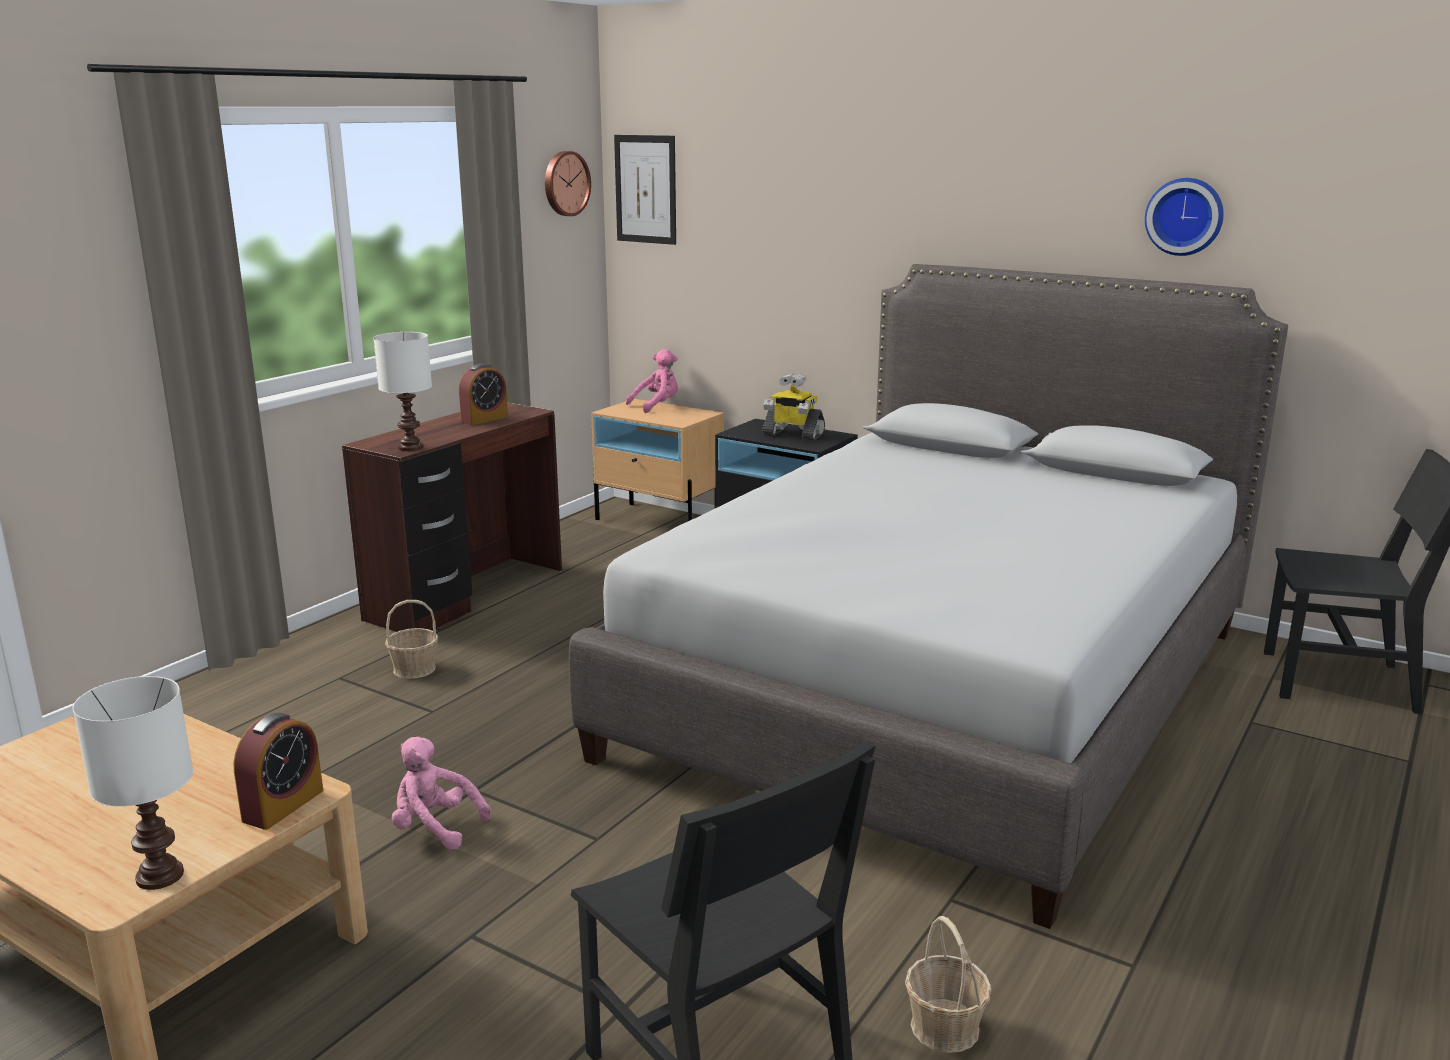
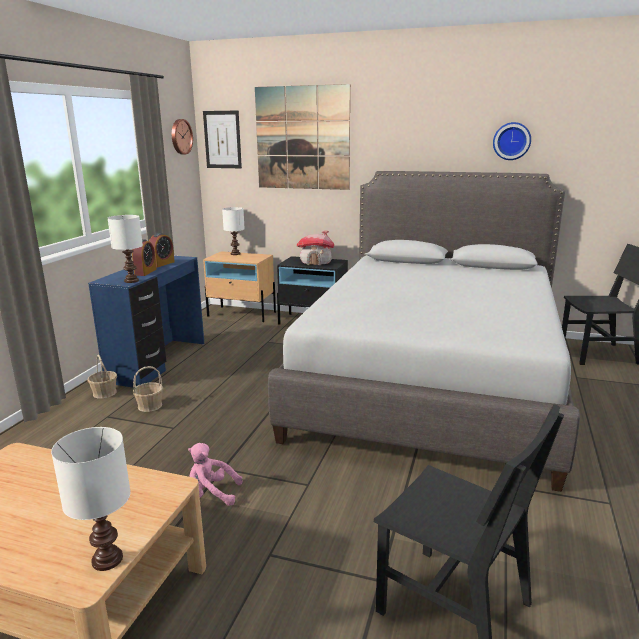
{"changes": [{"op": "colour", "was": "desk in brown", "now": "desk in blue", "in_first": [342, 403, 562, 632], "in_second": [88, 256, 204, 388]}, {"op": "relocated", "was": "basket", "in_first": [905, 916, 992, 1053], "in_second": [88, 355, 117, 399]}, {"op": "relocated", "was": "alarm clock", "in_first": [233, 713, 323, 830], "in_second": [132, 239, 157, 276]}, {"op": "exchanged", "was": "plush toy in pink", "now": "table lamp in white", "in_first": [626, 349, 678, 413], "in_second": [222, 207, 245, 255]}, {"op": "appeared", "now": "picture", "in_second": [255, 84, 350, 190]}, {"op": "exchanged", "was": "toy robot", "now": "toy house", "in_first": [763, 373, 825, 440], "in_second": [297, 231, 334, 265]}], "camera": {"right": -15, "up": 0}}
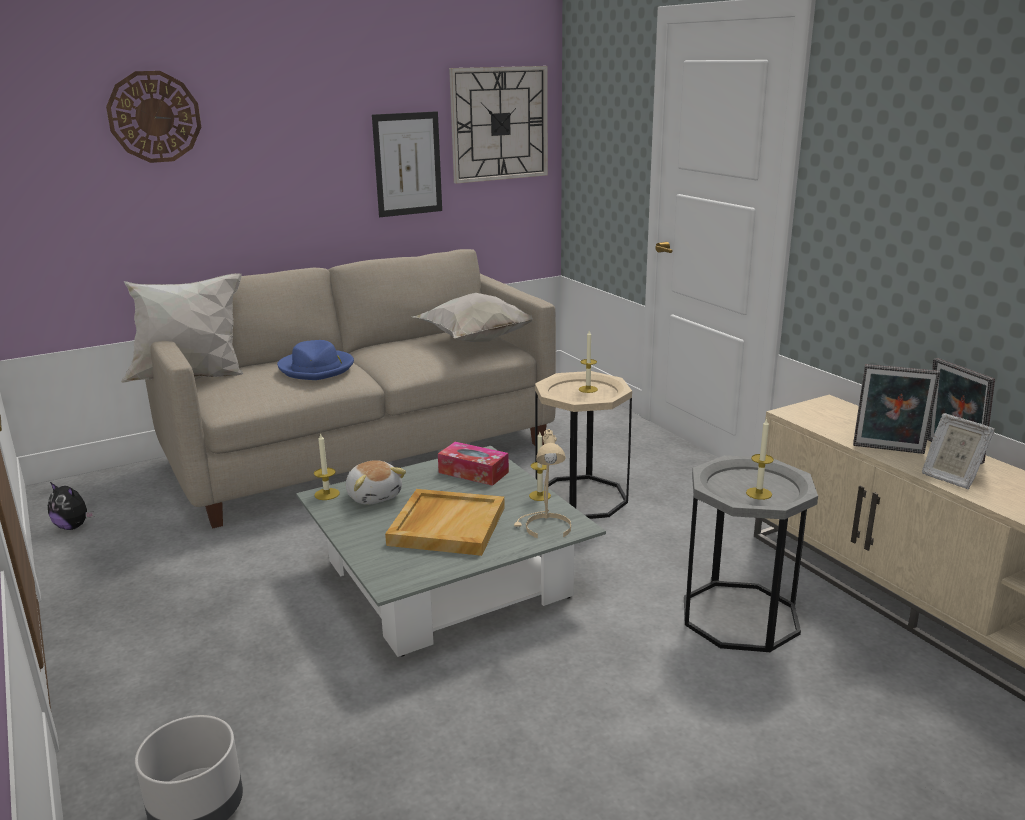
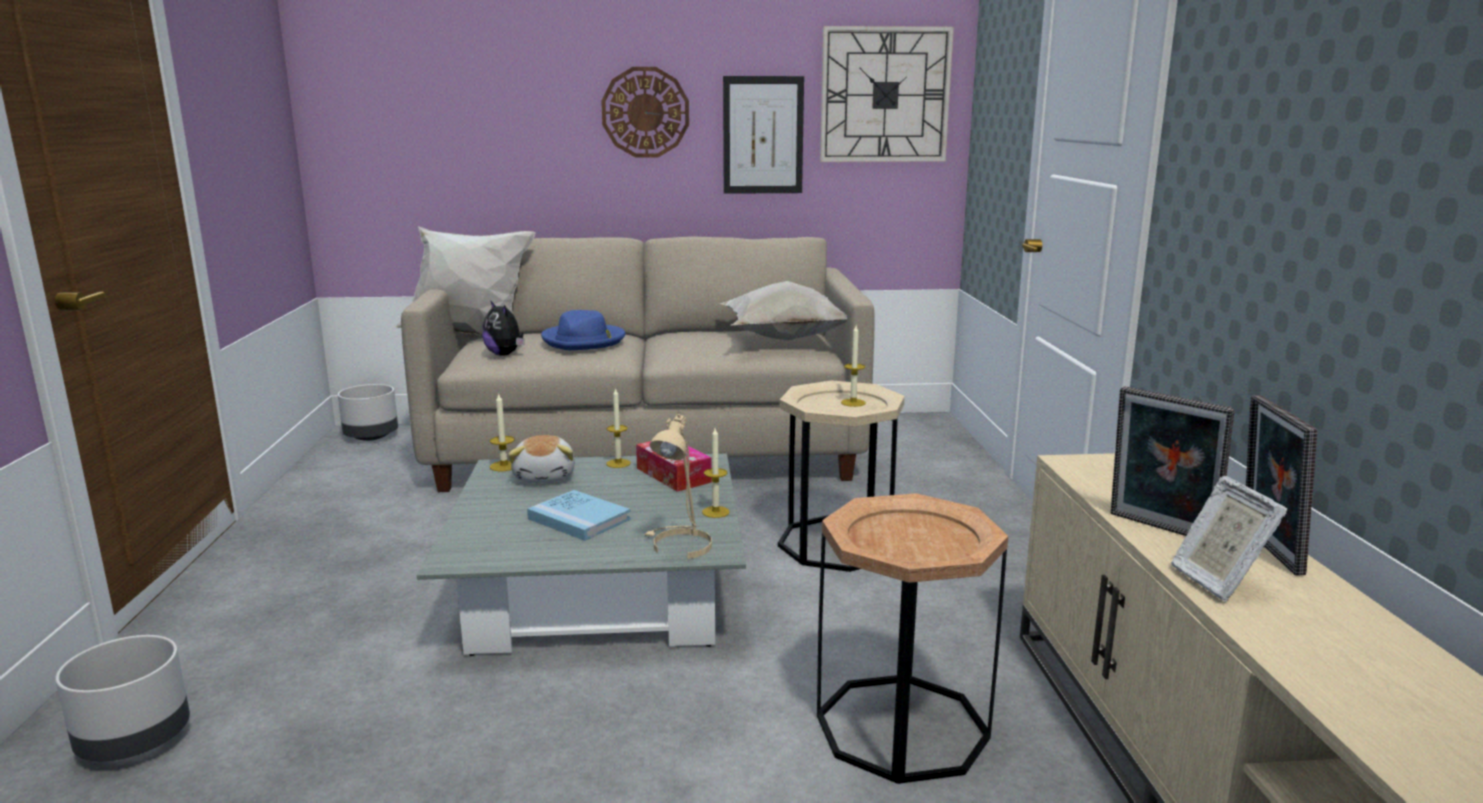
{"changes": [{"op": "appeared", "now": "planter in grey", "in_second": [338, 384, 398, 441]}, {"op": "relocated", "was": "plush toy", "in_first": [48, 482, 94, 530], "in_second": [482, 300, 524, 356]}, {"op": "exchanged", "was": "tray in beige", "now": "book in blue", "in_first": [385, 489, 505, 556], "in_second": [527, 490, 631, 541]}, {"op": "relocated", "was": "wall clock", "in_first": [106, 71, 201, 163], "in_second": [601, 67, 689, 158]}, {"op": "relocated", "was": "candle", "in_first": [746, 418, 774, 500], "in_second": [606, 388, 631, 468]}, {"op": "colour", "was": "side table in grey", "now": "side table in brown", "in_first": [684, 455, 818, 652], "in_second": [817, 493, 1008, 784]}], "camera": {"right": 25, "up": -5}}
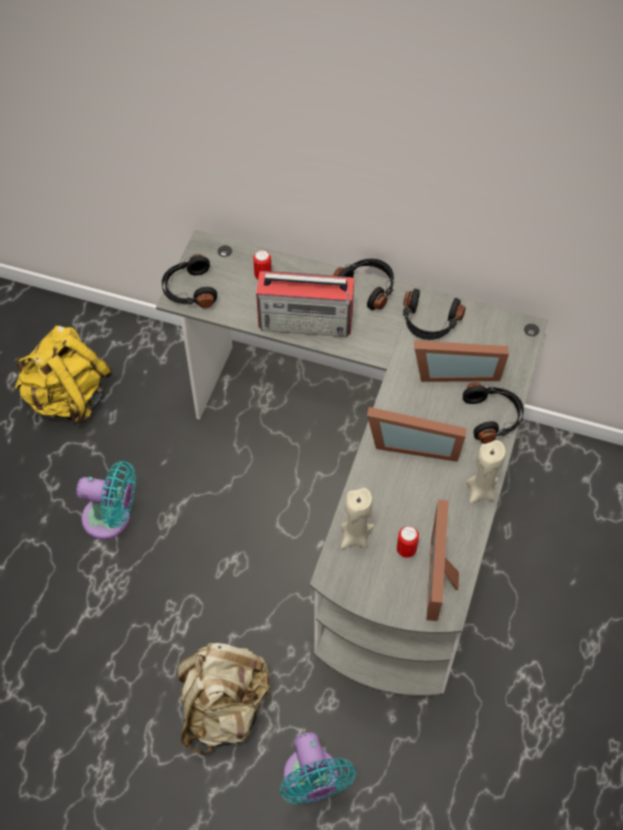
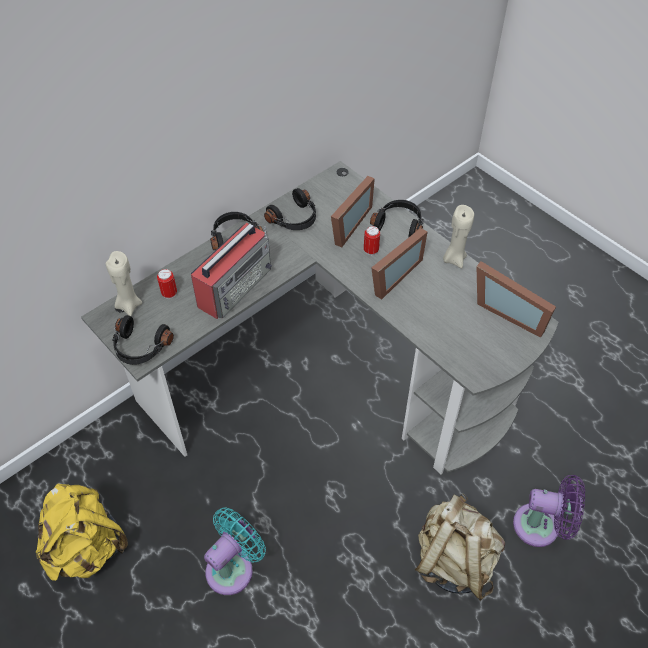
{"changes": [{"op": "relocated", "was": "candle in beige", "in_first": [341, 488, 374, 549], "in_second": [106, 251, 142, 316]}, {"op": "relocated", "was": "can", "in_first": [397, 526, 419, 558], "in_second": [364, 226, 380, 255]}, {"op": "colour", "was": "fan in turquoise", "now": "fan in purple", "in_first": [280, 732, 356, 804], "in_second": [513, 475, 585, 547]}], "camera": {"right": -60, "up": -5}}
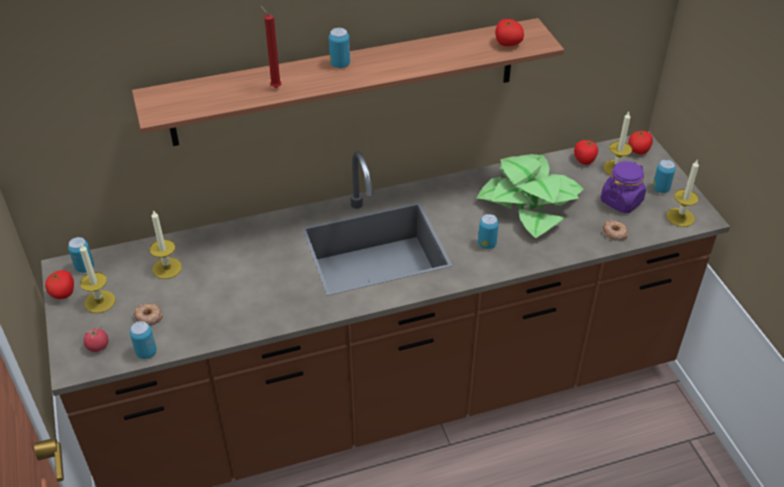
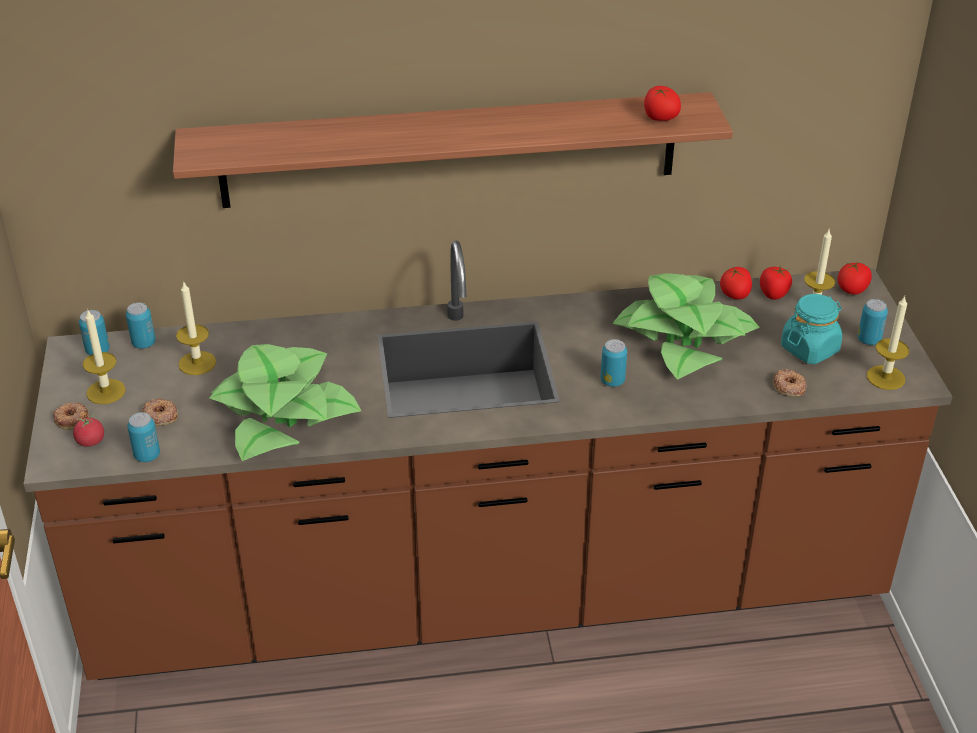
{"changes": [{"op": "appeared", "now": "donut", "in_second": [53, 402, 89, 430]}, {"op": "relocated", "was": "can", "in_first": [329, 28, 350, 68], "in_second": [126, 303, 156, 349]}, {"op": "appeared", "now": "potted plant", "in_second": [209, 344, 361, 461]}, {"op": "relocated", "was": "tomato", "in_first": [45, 270, 74, 299], "in_second": [720, 267, 752, 299]}, {"op": "colour", "was": "jar in purple", "now": "jar in turquoise", "in_first": [601, 161, 646, 213], "in_second": [781, 294, 842, 364]}, {"op": "missing", "was": "candle in red", "in_first": [260, 6, 281, 88]}], "camera": {"right": 10, "up": -5}}
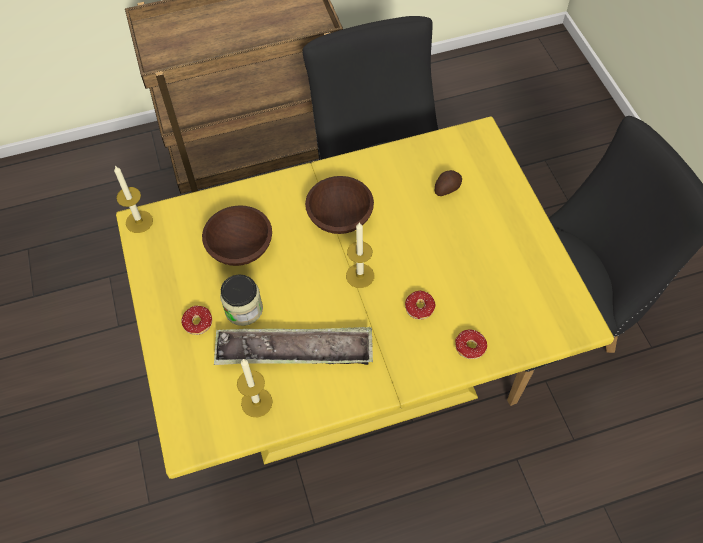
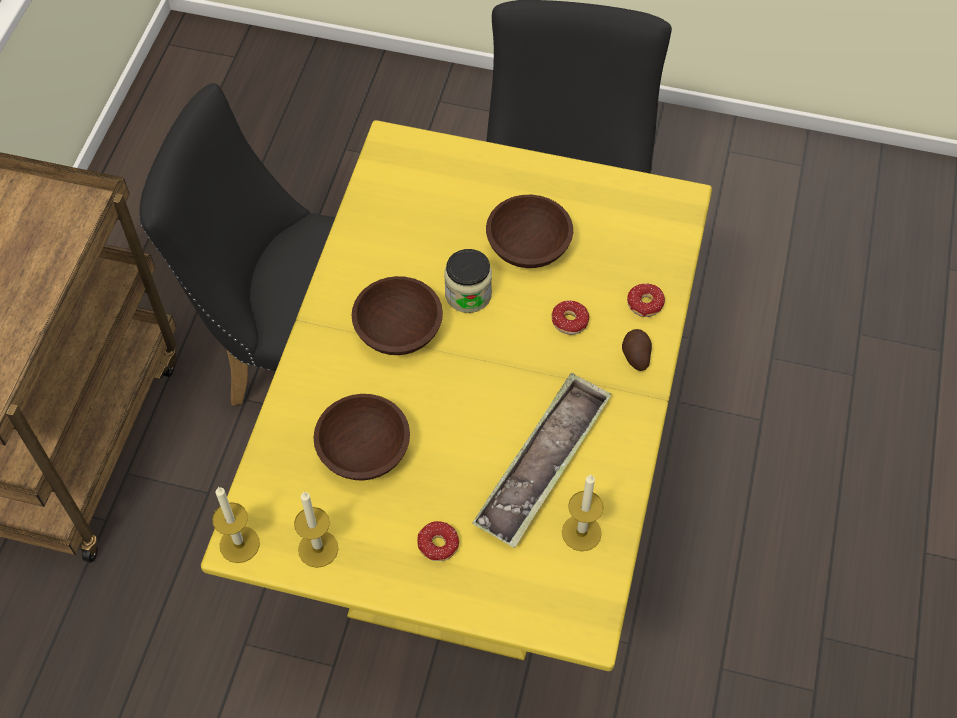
{"changes": [{"op": "relocated", "was": "candle", "in_first": [346, 222, 374, 288], "in_second": [294, 492, 338, 568]}, {"op": "relocated", "was": "jar", "in_first": [220, 274, 263, 326], "in_second": [444, 249, 492, 313]}, {"op": "appeared", "now": "bowl in brown", "in_second": [486, 195, 573, 268]}, {"op": "relocated", "was": "potato", "in_first": [435, 170, 462, 196], "in_second": [622, 329, 652, 371]}], "camera": {"right": -60, "up": 0}}
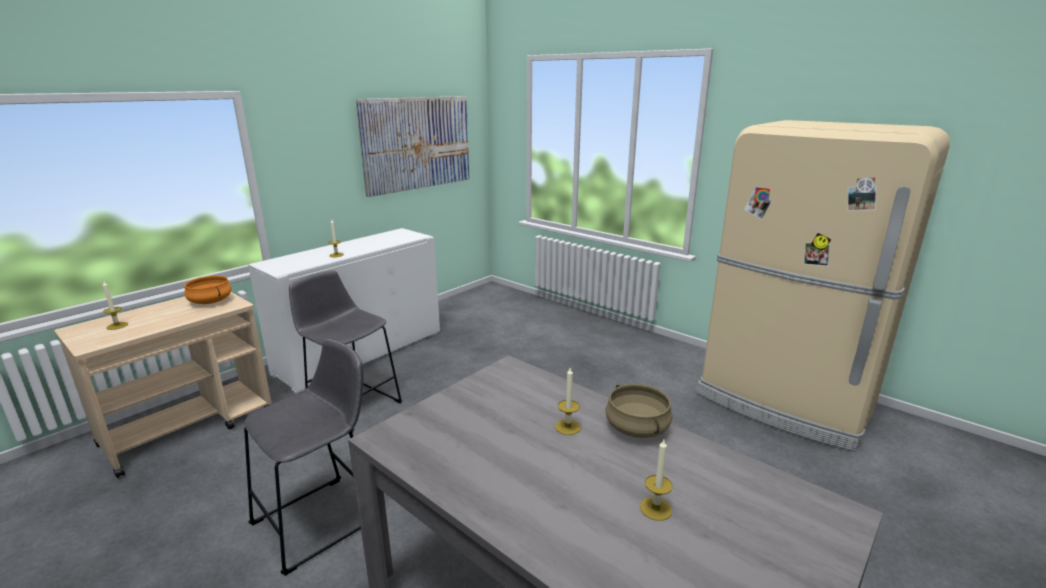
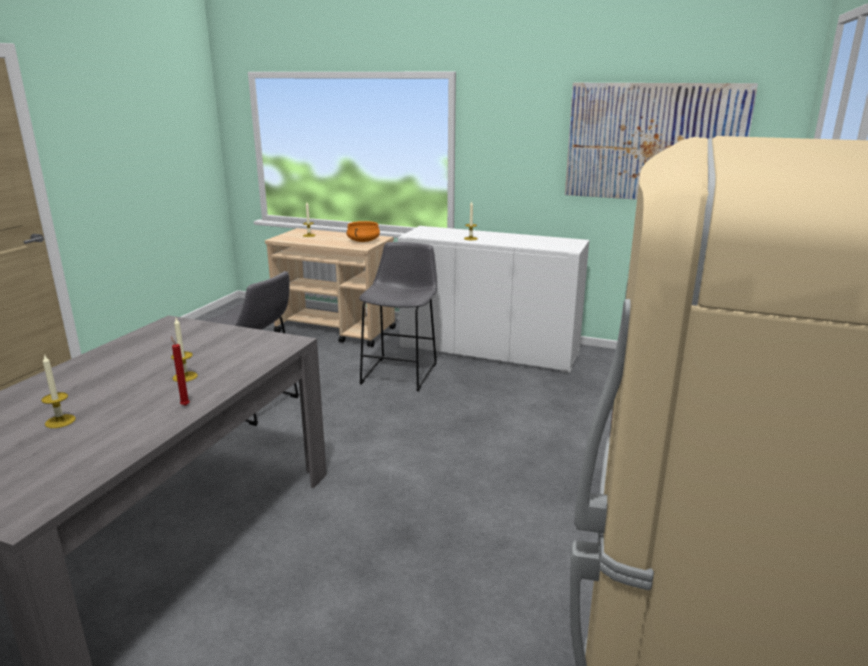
{"changes": [{"op": "exchanged", "was": "cooking pot in beige", "now": "candle in red", "in_first": [605, 384, 672, 438], "in_second": [171, 337, 190, 406]}], "camera": {"right": 70, "up": 0}}
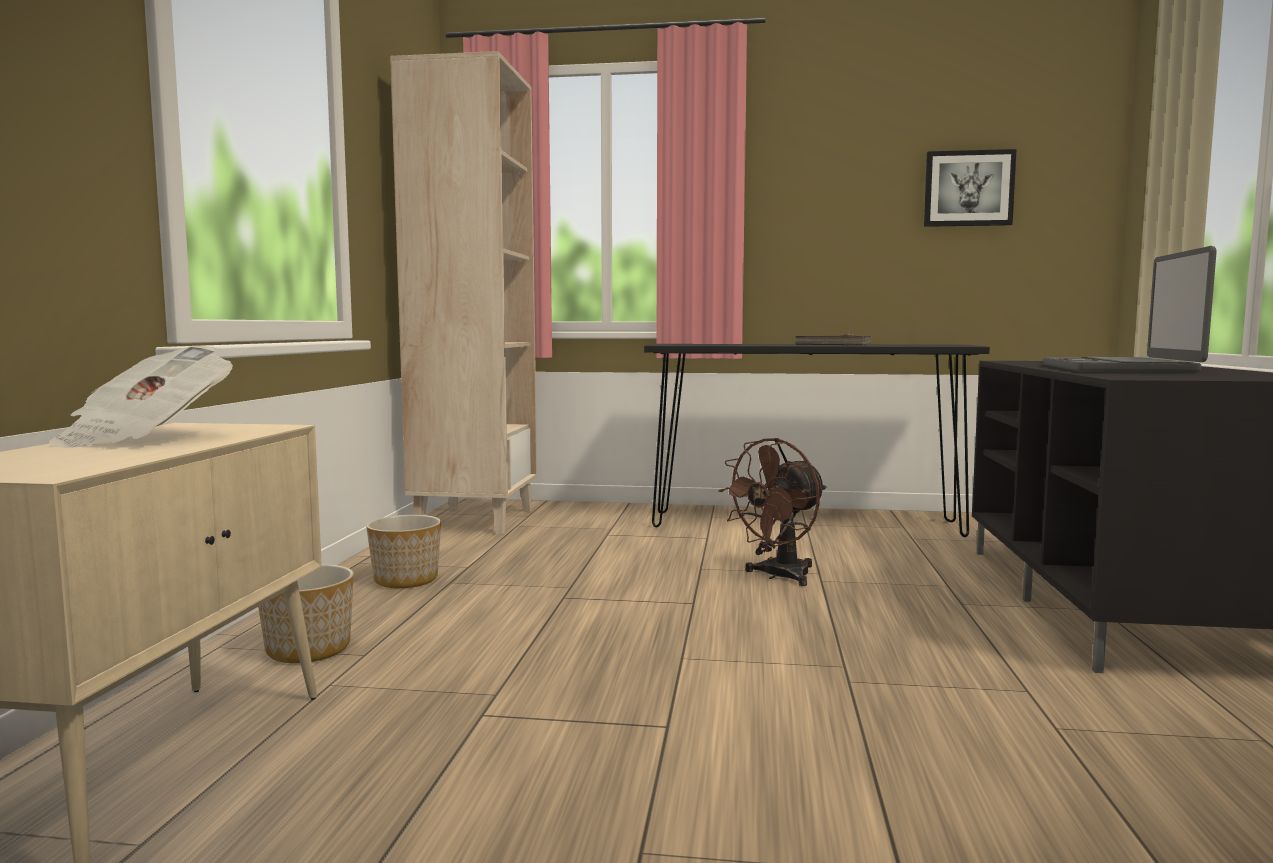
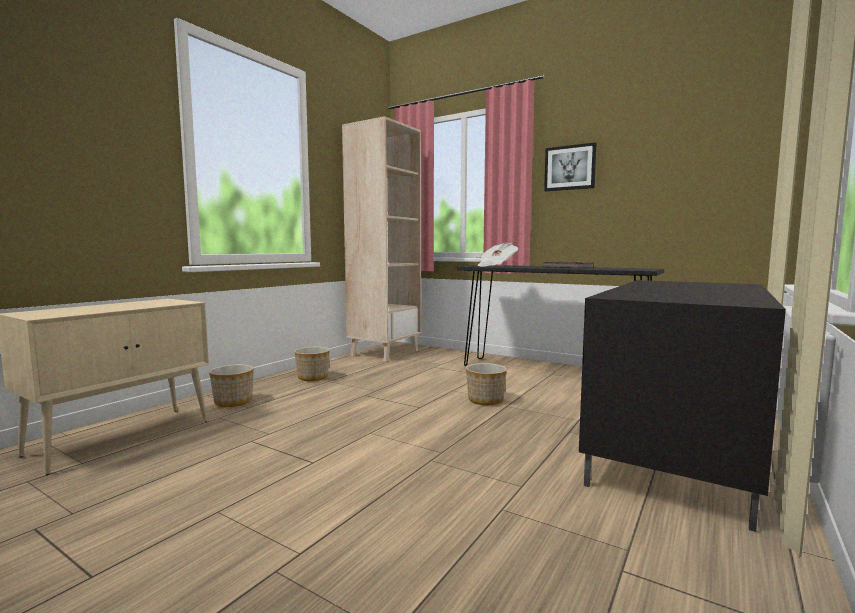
{"changes": [{"op": "exchanged", "was": "fan in brown", "now": "planter", "in_first": [719, 438, 826, 586], "in_second": [466, 363, 507, 405]}, {"op": "relocated", "was": "newspaper", "in_first": [49, 346, 233, 448], "in_second": [478, 243, 518, 267]}, {"op": "relocated", "was": "picture", "in_first": [924, 149, 1017, 227], "in_second": [544, 142, 597, 191]}, {"op": "missing", "was": "laptop", "in_first": [1043, 246, 1217, 373]}], "camera": {"right": 25, "up": 0}}
